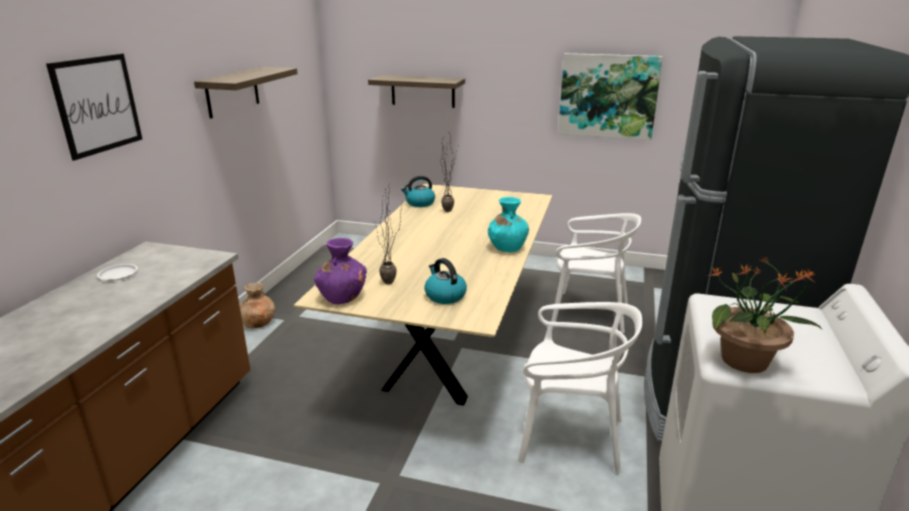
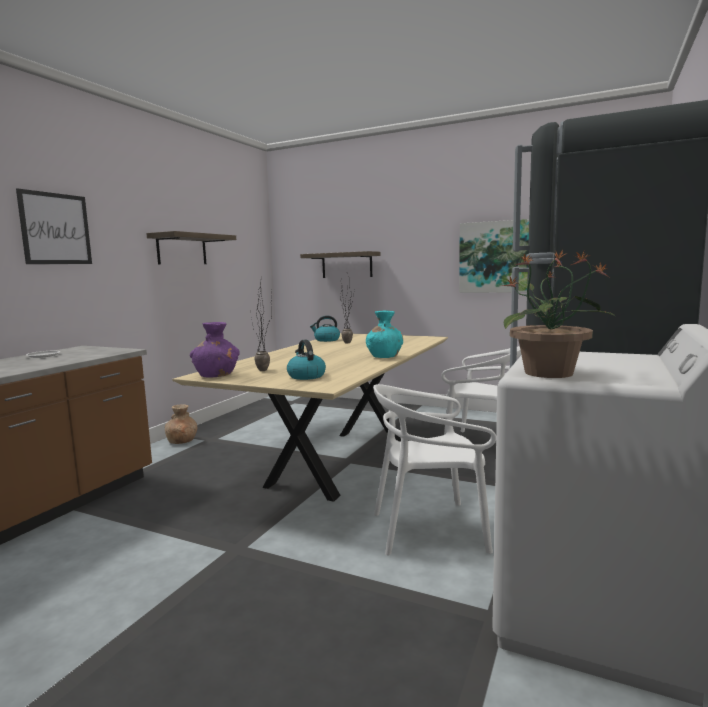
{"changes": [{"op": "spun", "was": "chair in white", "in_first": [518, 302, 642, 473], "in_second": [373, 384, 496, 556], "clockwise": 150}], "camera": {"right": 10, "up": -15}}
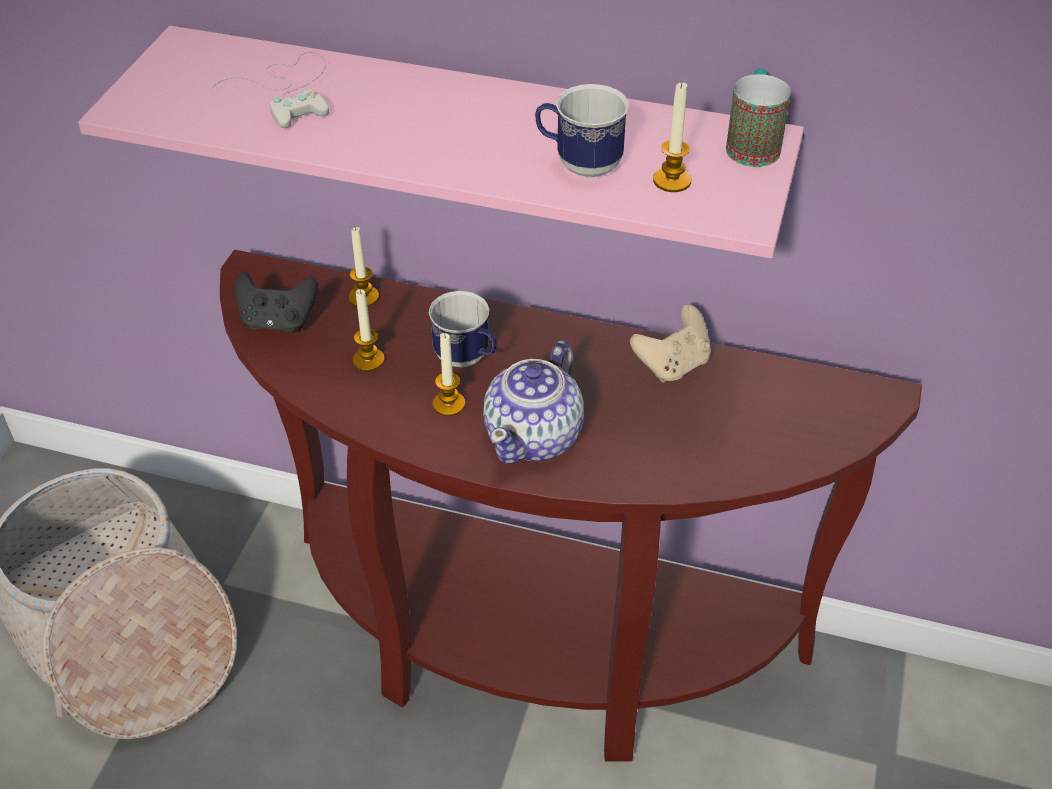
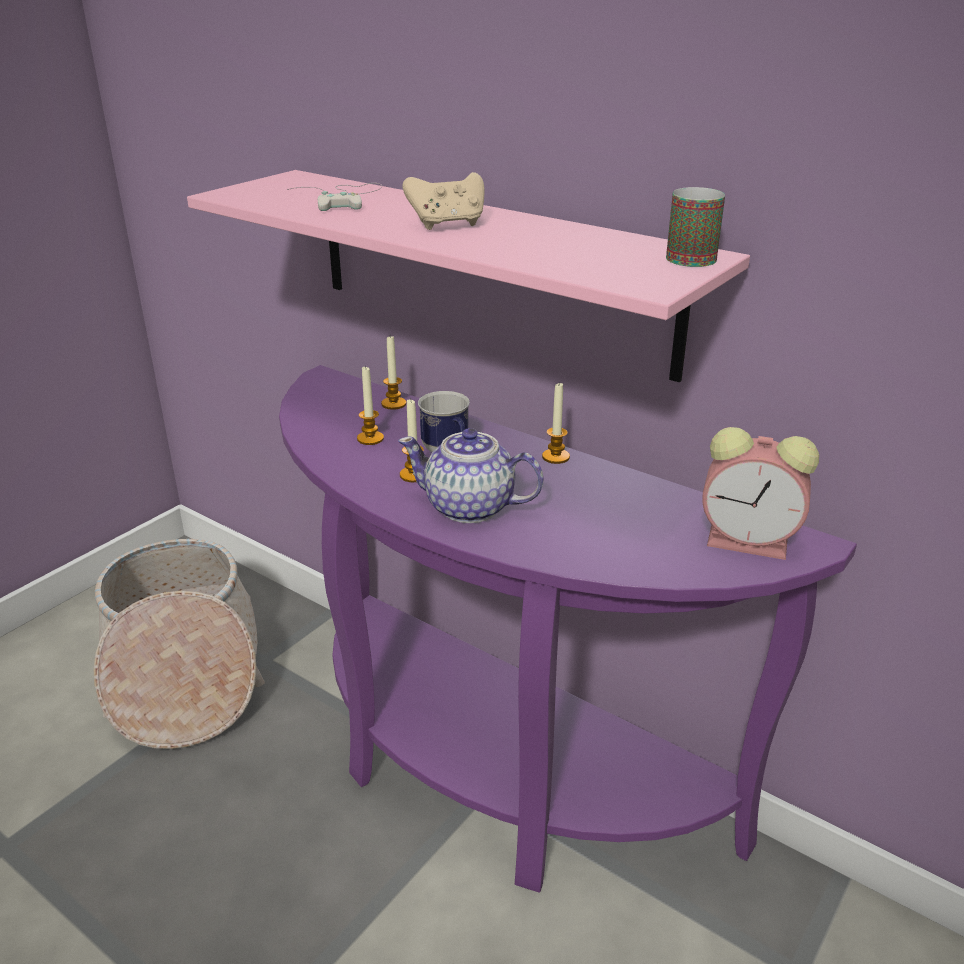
{"changes": [{"op": "colour", "was": "console table in brown", "now": "console table in purple", "in_first": [220, 250, 922, 761], "in_second": [279, 365, 857, 893]}, {"op": "spun", "was": "teapot", "in_first": [483, 340, 584, 464], "in_second": [398, 428, 543, 523], "clockwise": 60}, {"op": "relocated", "was": "game controller in beige", "in_first": [630, 305, 711, 383], "in_second": [402, 172, 485, 230]}, {"op": "relocated", "was": "candle", "in_first": [653, 82, 692, 192], "in_second": [542, 383, 570, 464]}, {"op": "appeared", "now": "alarm clock", "in_second": [702, 427, 819, 560]}, {"op": "missing", "was": "game controller in black", "in_first": [235, 272, 318, 332]}, {"op": "missing", "was": "mug", "in_first": [535, 84, 629, 178]}], "camera": {"right": 20, "up": -15}}
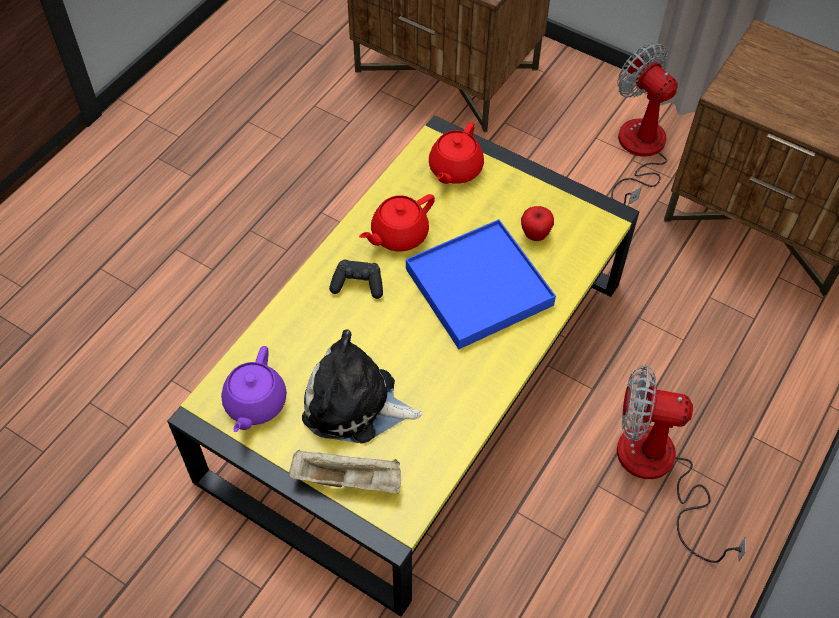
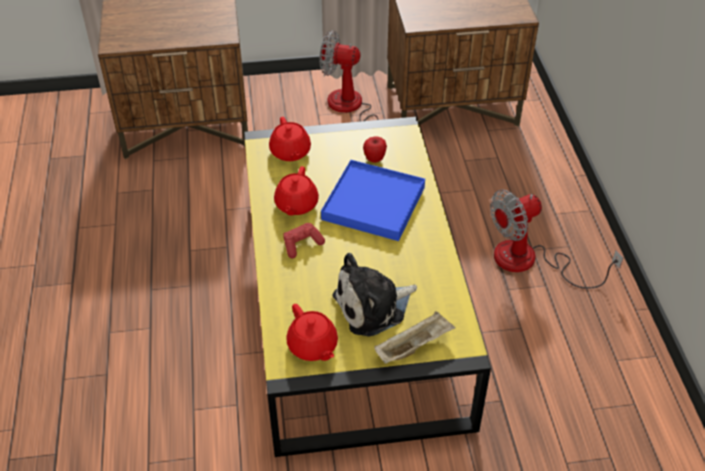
{"changes": [{"op": "colour", "was": "game controller in black", "now": "game controller in red", "in_first": [329, 260, 383, 299], "in_second": [283, 223, 325, 259]}, {"op": "colour", "was": "teapot in purple", "now": "teapot in red", "in_first": [221, 346, 287, 432], "in_second": [286, 304, 338, 361]}], "camera": {"right": -40, "up": -10}}
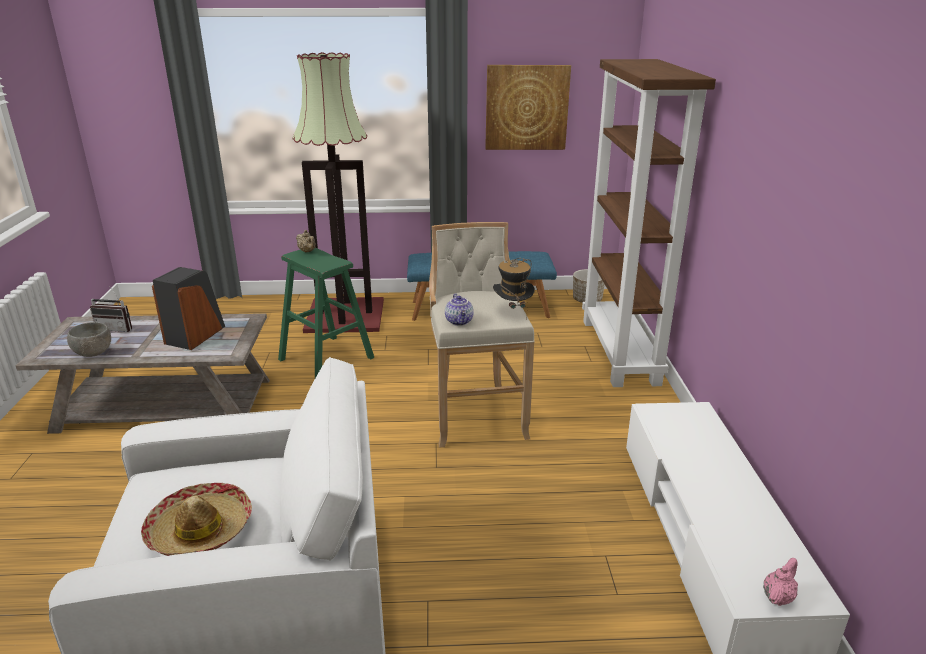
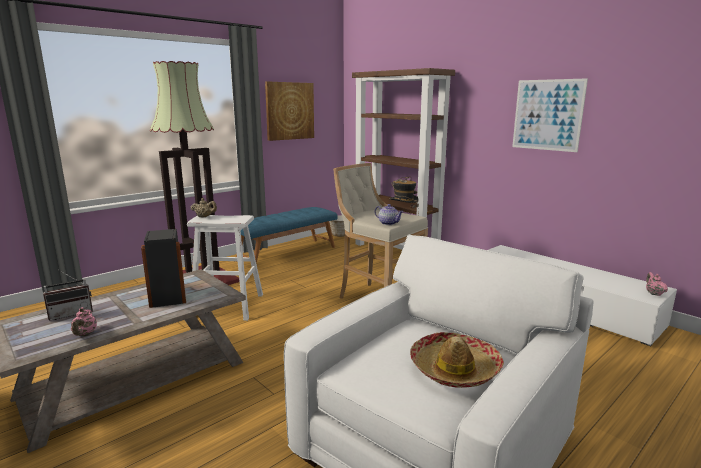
{"changes": [{"op": "exchanged", "was": "bowl in grey", "now": "teapot in pink", "in_first": [67, 322, 111, 357], "in_second": [71, 307, 97, 336]}, {"op": "colour", "was": "stool in green", "now": "stool in white", "in_first": [278, 248, 374, 378], "in_second": [187, 215, 263, 321]}, {"op": "appeared", "now": "picture", "in_second": [512, 78, 588, 152]}], "camera": {"right": -40, "up": -10}}
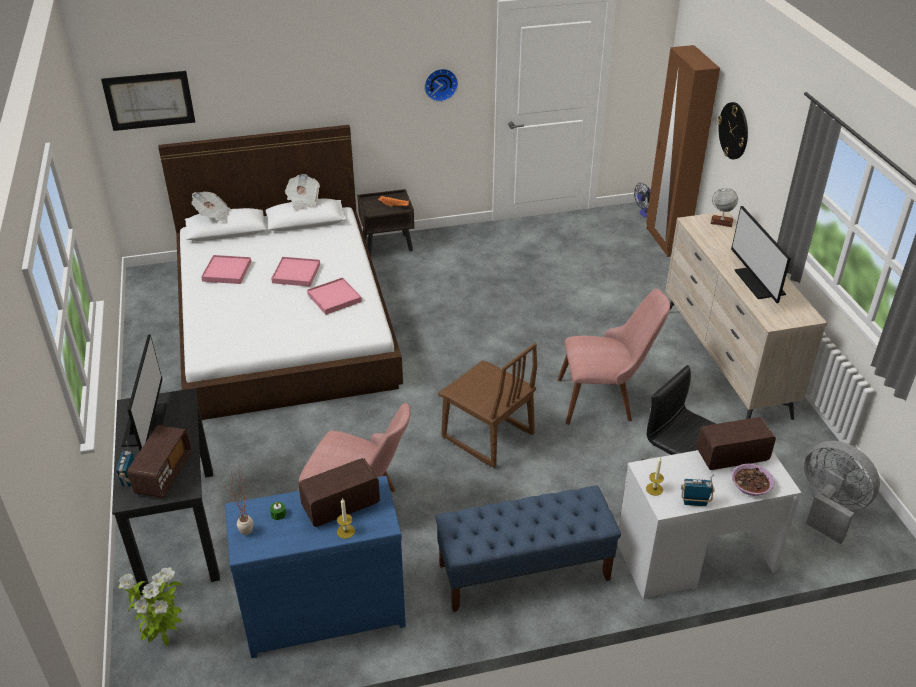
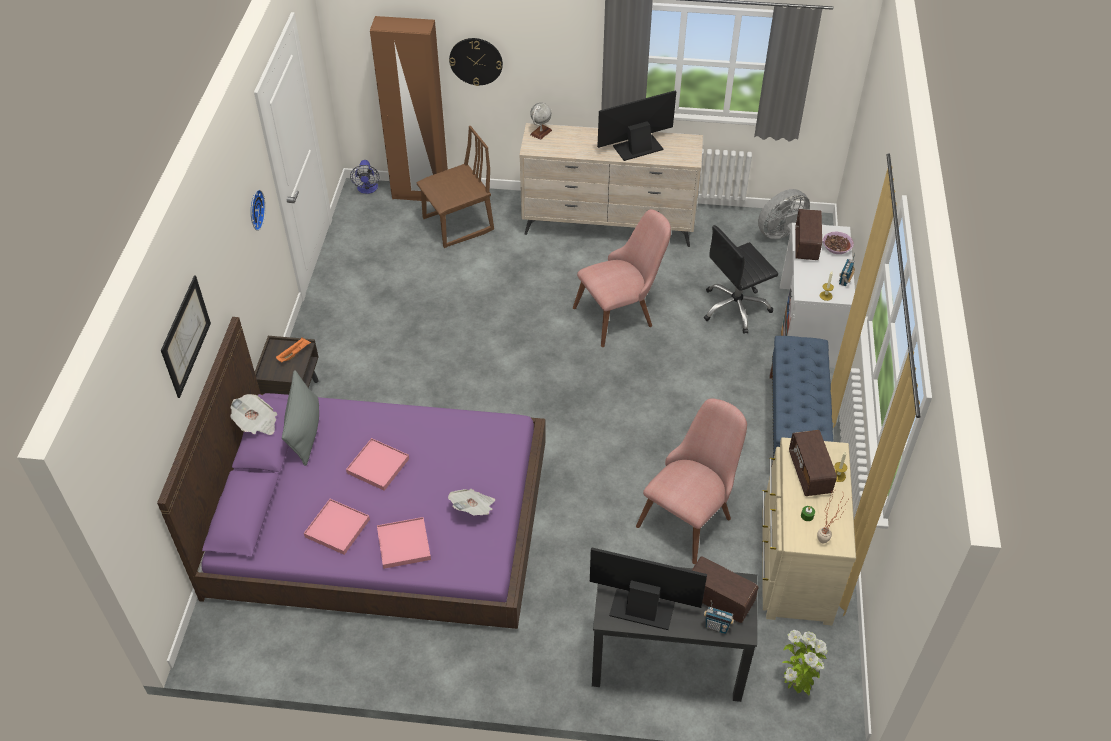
{"changes": [{"op": "colour", "was": "bed in white", "now": "bed in purple", "in_first": [158, 125, 403, 420], "in_second": [157, 317, 546, 629]}, {"op": "relocated", "was": "picture", "in_first": [101, 71, 195, 131], "in_second": [161, 275, 211, 398]}, {"op": "appeared", "now": "pillow in grey", "in_second": [282, 370, 319, 466]}, {"op": "relocated", "was": "tray in pink", "in_first": [307, 277, 362, 315], "in_second": [377, 517, 431, 569]}, {"op": "relocated", "was": "chair in brown", "in_first": [438, 343, 537, 468], "in_second": [417, 126, 494, 248]}, {"op": "relocated", "was": "newspaper", "in_first": [191, 192, 230, 221], "in_second": [448, 489, 495, 516]}, {"op": "spun", "was": "chair in pink", "in_first": [558, 289, 670, 425], "in_second": [573, 209, 671, 347], "clockwise": 45}, {"op": "spun", "was": "monitor", "in_first": [731, 206, 791, 303], "in_second": [597, 90, 676, 161], "clockwise": 150}, {"op": "colour", "was": "dresser in blue", "now": "dresser in beige", "in_first": [225, 476, 406, 658], "in_second": [762, 437, 856, 625]}], "camera": {"right": -70, "up": 10}}
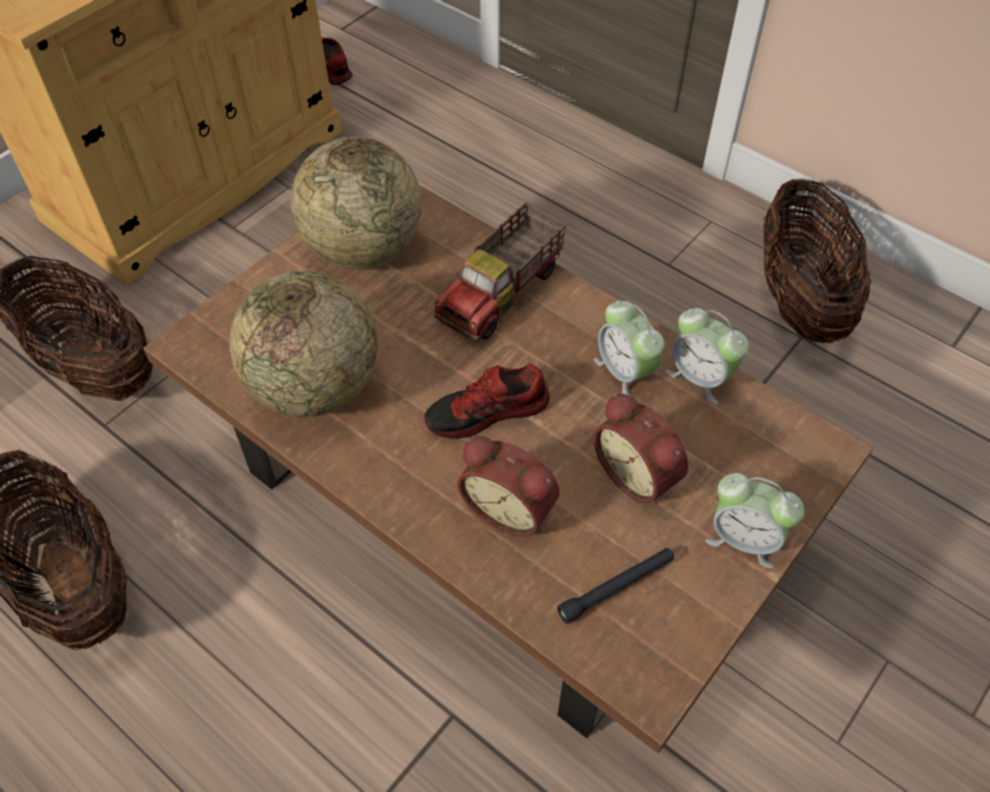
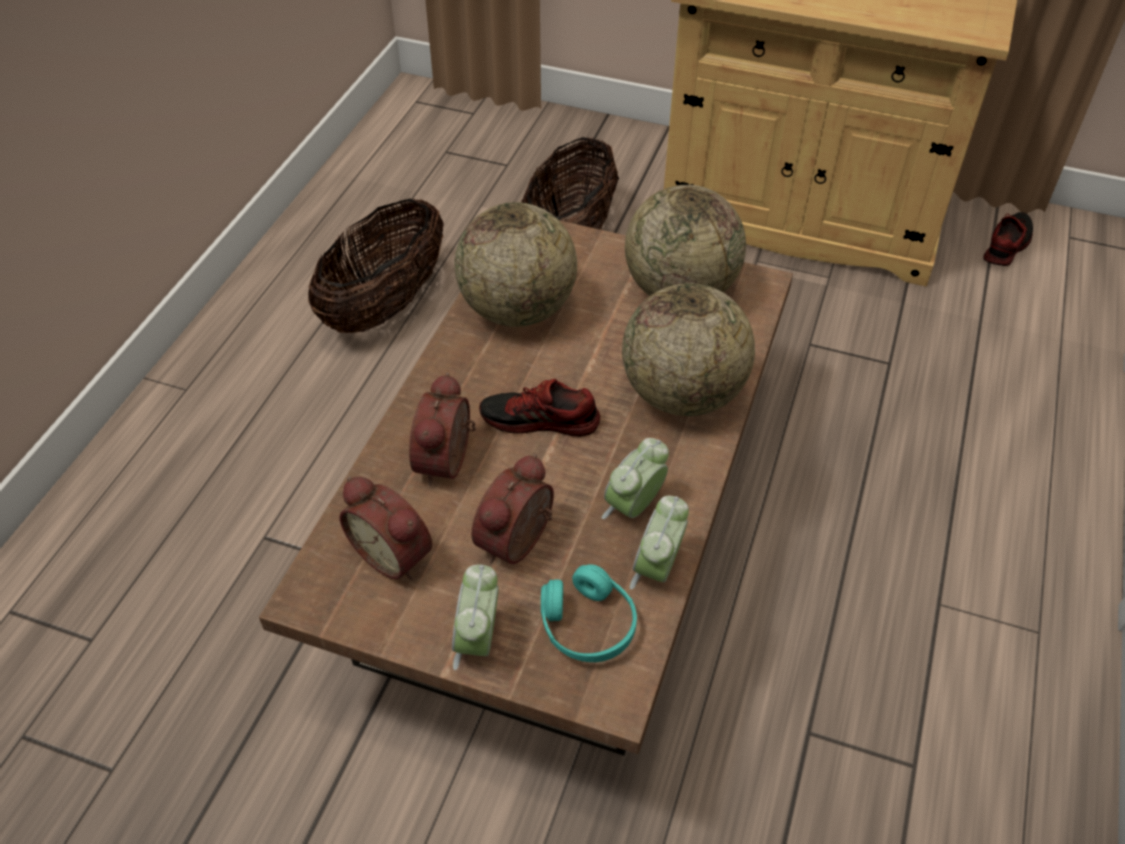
{"changes": [{"op": "exchanged", "was": "flashlight in black", "now": "alarm clock", "in_first": [557, 548, 674, 624], "in_second": [340, 476, 432, 580]}, {"op": "spun", "was": "shoe", "in_first": [424, 364, 550, 439], "in_second": [479, 379, 600, 437], "clockwise": -45}, {"op": "appeared", "now": "headphones in turquoise", "in_second": [541, 564, 637, 662]}, {"op": "exchanged", "was": "toy truck", "now": "globe", "in_first": [434, 202, 567, 342], "in_second": [622, 283, 755, 416]}, {"op": "missing", "was": "basket", "in_first": [763, 179, 872, 343]}], "camera": {"right": 70, "up": -5}}
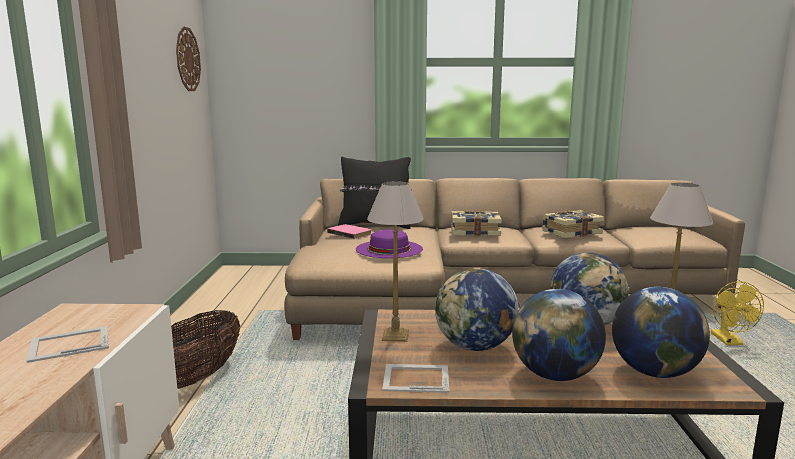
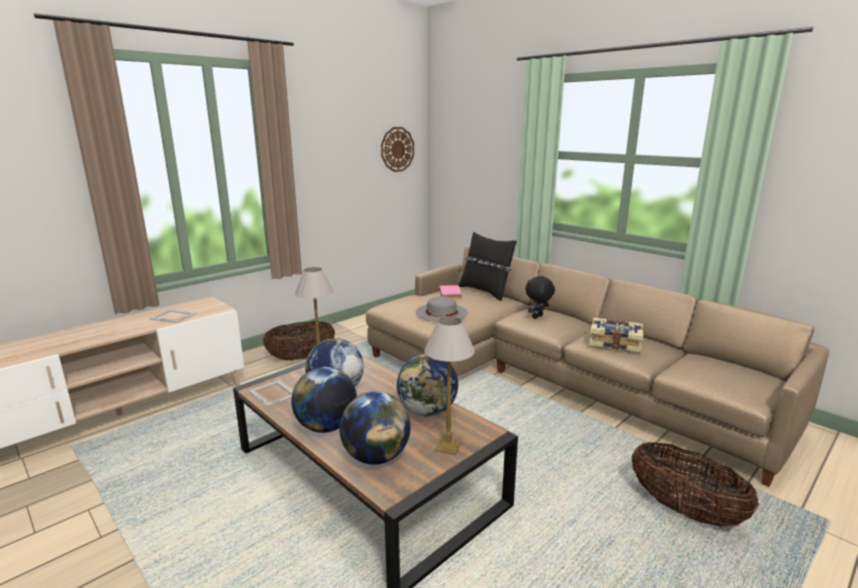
{"changes": [{"op": "colour", "was": "hat in purple", "now": "hat in grey", "in_first": [356, 229, 423, 258], "in_second": [416, 297, 468, 322]}, {"op": "exchanged", "was": "book", "now": "plush toy in black", "in_first": [451, 211, 502, 236], "in_second": [525, 276, 555, 319]}, {"op": "exchanged", "was": "fan in yellow", "now": "basket", "in_first": [711, 281, 764, 345], "in_second": [631, 442, 759, 526]}], "camera": {"right": 45, "up": 5}}
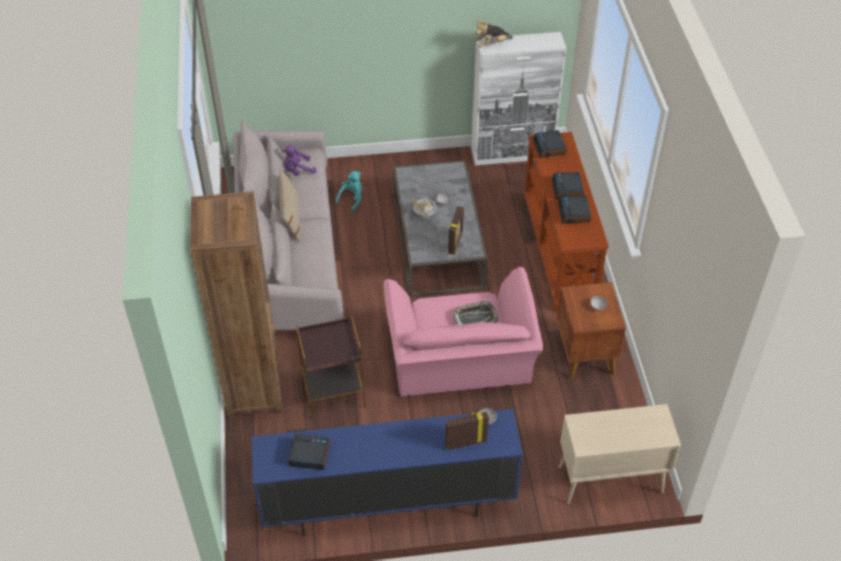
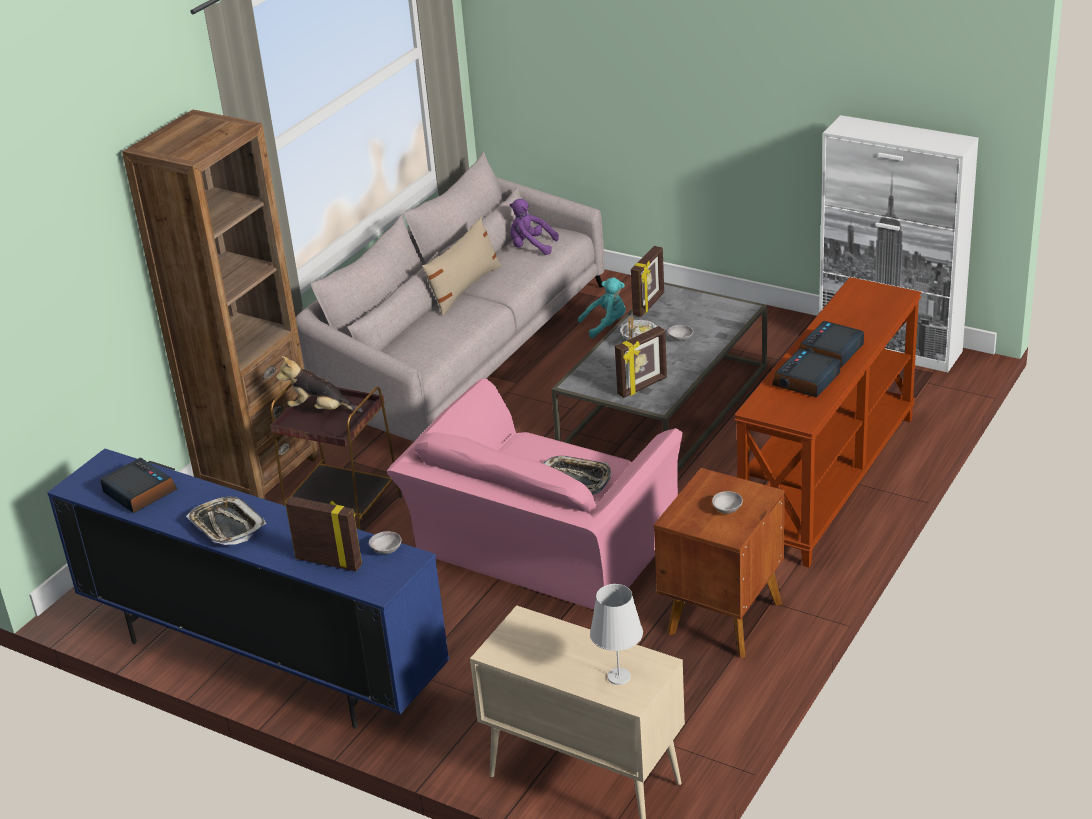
{"changes": [{"op": "appeared", "now": "tray", "in_second": [186, 496, 266, 545]}, {"op": "relocated", "was": "plush toy", "in_first": [475, 20, 513, 48], "in_second": [276, 356, 363, 412]}, {"op": "appeared", "now": "table lamp in white", "in_second": [590, 584, 643, 685]}, {"op": "appeared", "now": "picture frame", "in_second": [631, 246, 664, 317]}, {"op": "missing", "was": "alarm clock", "in_first": [533, 130, 567, 158]}], "camera": {"right": 40, "up": -15}}
